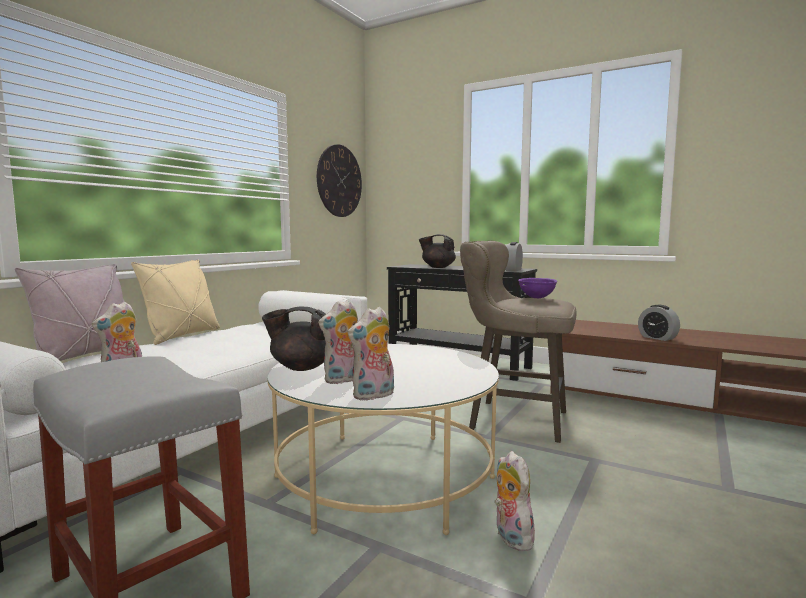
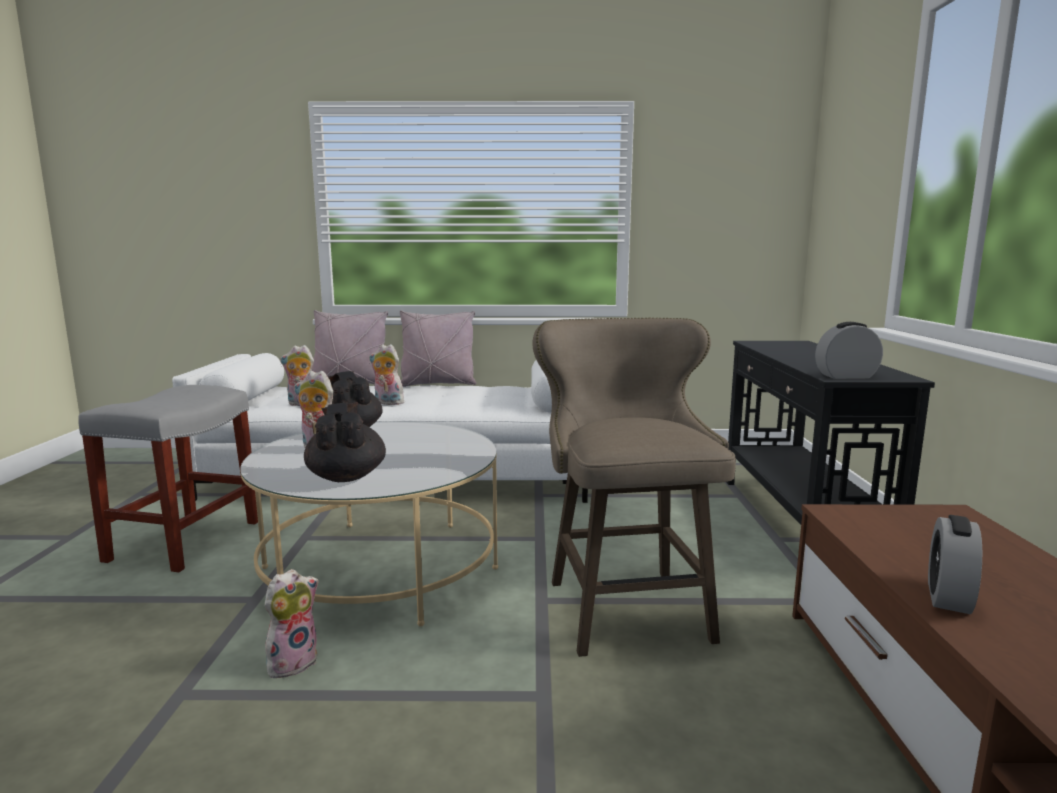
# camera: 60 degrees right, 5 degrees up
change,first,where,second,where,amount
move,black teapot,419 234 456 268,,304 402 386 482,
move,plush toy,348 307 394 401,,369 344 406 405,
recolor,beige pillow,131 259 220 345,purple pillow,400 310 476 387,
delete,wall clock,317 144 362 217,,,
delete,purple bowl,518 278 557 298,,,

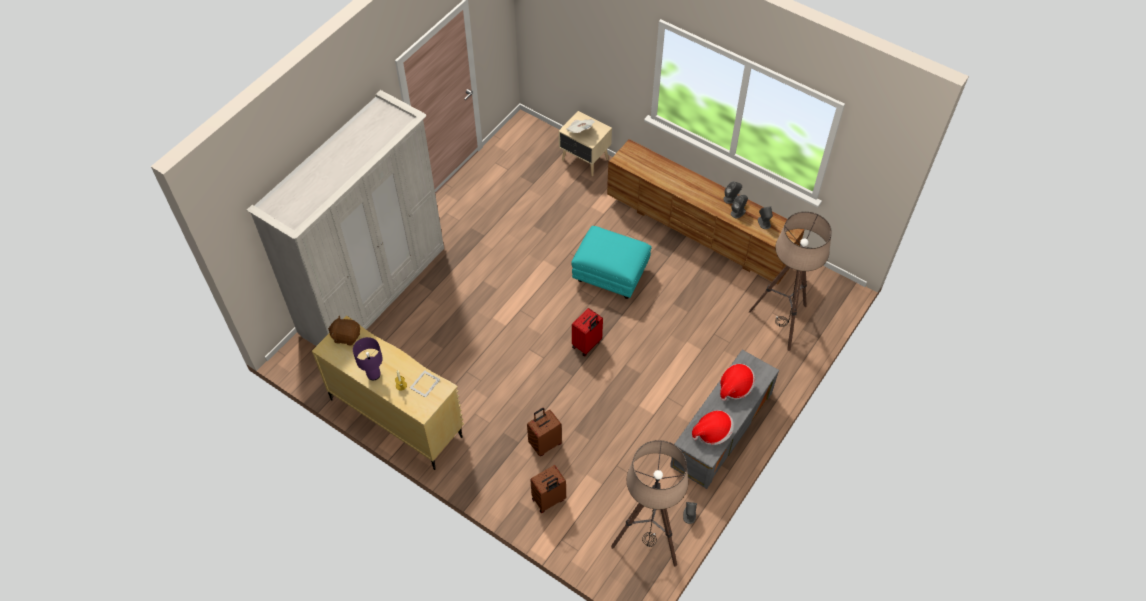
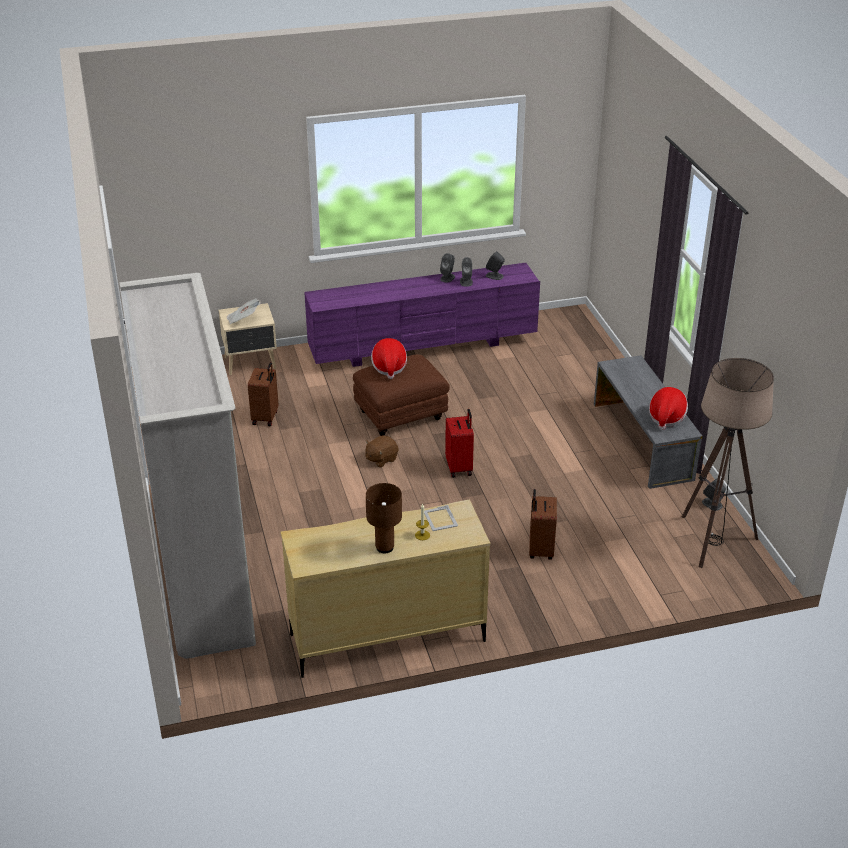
# camera: 50 degrees left, 20 degrees down
change,first,where,second,where,amount
move,brown suitcase,530 465 566 513,,248 362 279 426,
recolor,brown cabinet,607 139 805 285,purple cabinet,304 263 540 367,
recolor,turquoise ottoman,571 226 652 299,brown ottoman,353 354 450 436,
move,brown plush toy,328 316 360 346,,365 435 398 468,
recolor,purple table lamp,353 337 383 381,brown table lamp,366 483 402 553,
move,hat,720 364 755 401,,371 338 407 379,
delete,floor lamp,749 212 832 351,,,

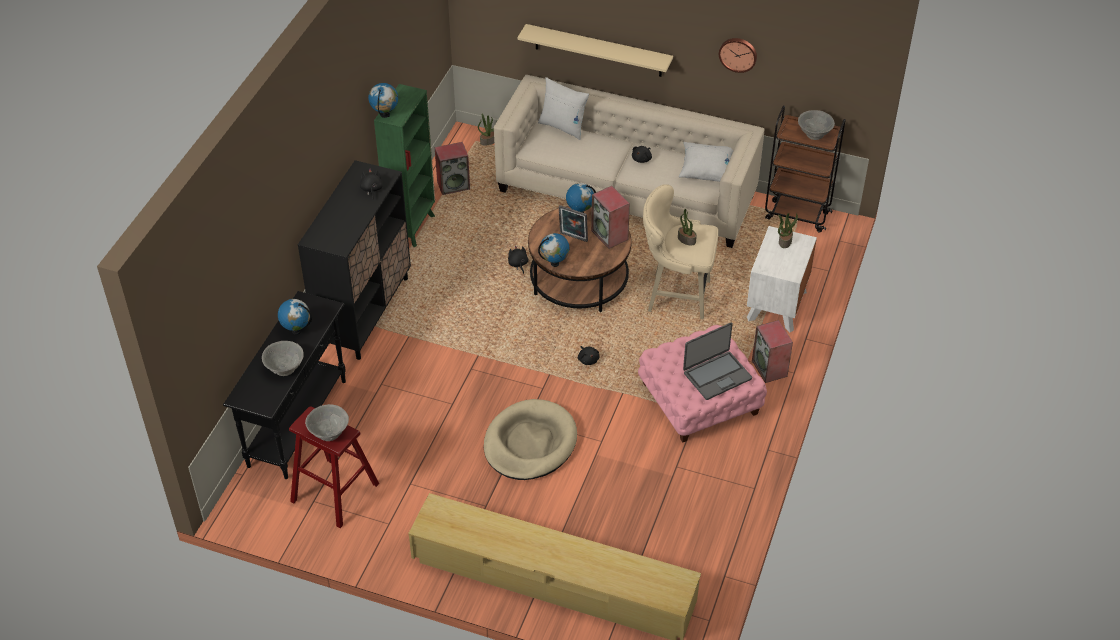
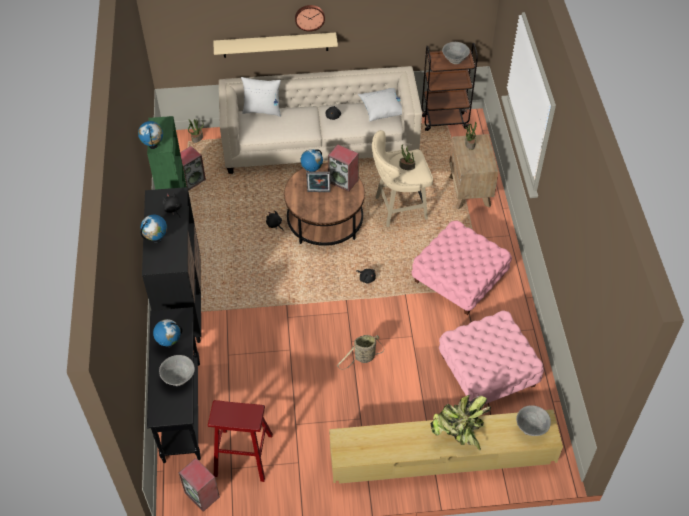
# camera: 25 degrees left, 5 degrees up
change,first,where,second,where,amount
move,globe,538 233 570 267,,141 214 167 243,
move,speaker,752 320 793 383,,179 458 220 512,
move,wall clock,719 38 757 73,,295 5 325 32,
replace,beige dog bed,484 399 577 480,basket,337 335 384 370,
insert,,,potted plant,431 395 491 450,
insert,,,pink ottoman,439 310 544 404,
recolor,white nightstand,747 226 817 332,brown nightstand,449 134 499 209,
move,grey bowl,305 404 349 441,,516 405 551 436,
delete,laptop,683 323 752 400,,,

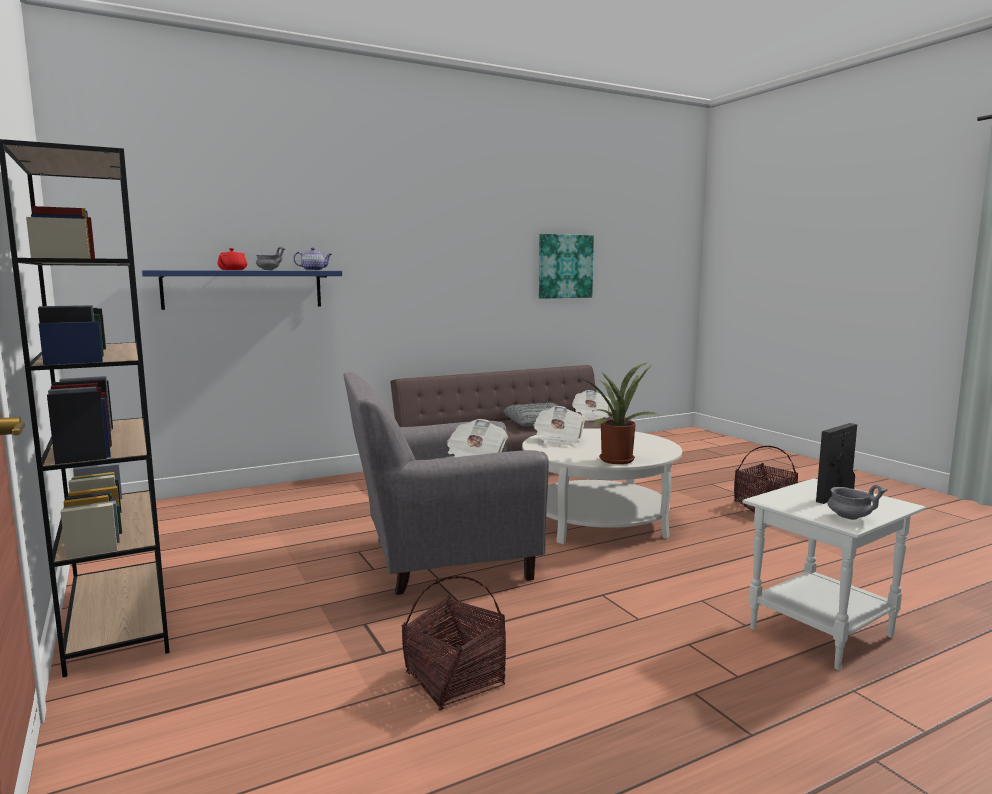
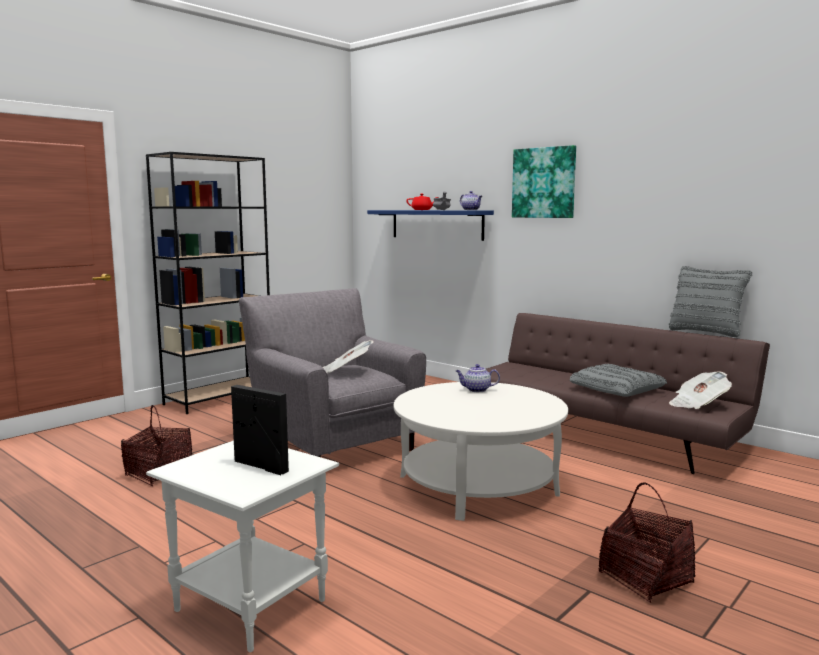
# camera: 70 degrees right, 0 degrees up
change,first,where,second,where,amount
replace,newspaper,533 406 585 447,teapot,456 364 500 392,
move,picture,539 234 594 299,,512 145 576 218,
insert,,,grey pillow,669 266 753 337,
delete,potted plant,572 363 658 464,,,
delete,grey bowl,828 485 888 520,,,

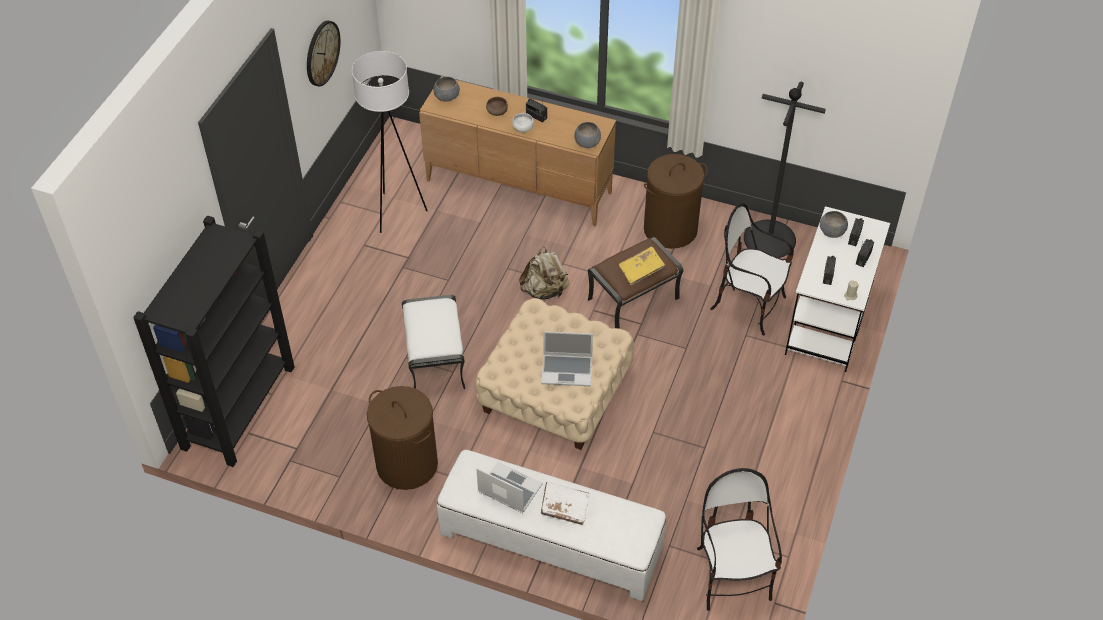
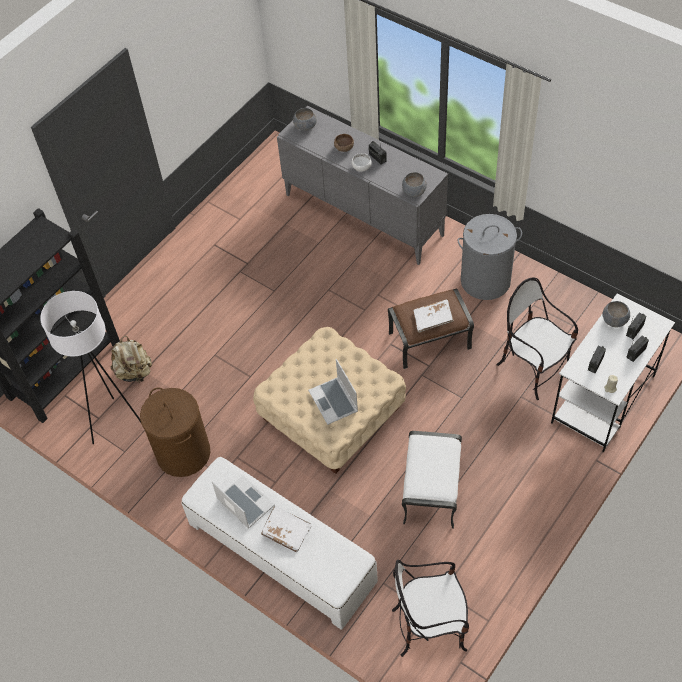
# camera: 20 degrees right, 5 degrees up
change,first,where,second,where,amount
move,white floor lamp,352 51 428 233,,40 291 141 444,
move,beige backpack,519 246 569 299,,110 336 152 383,
recolor,brown dresser,419 76 616 227,grey dresser,277 106 448 265,
rotate,laptop,541 331 593 386,,308 359 358 425,45 degrees clockwise
rotate,chair,697 468 782 611,,392 560 469 657,105 degrees counterclockwise
move,white ottoman,402 295 465 389,,402 431 462 529,
recolor,yellow book,619 247 665 286,white book,414 299 454 333,
recolor,brown laundry basket,644 154 708 249,grey laundry basket,458 214 522 300,
delete,wall clock,307 20 340 87,,,
delete,black clothes rack,744 82 826 258,,,

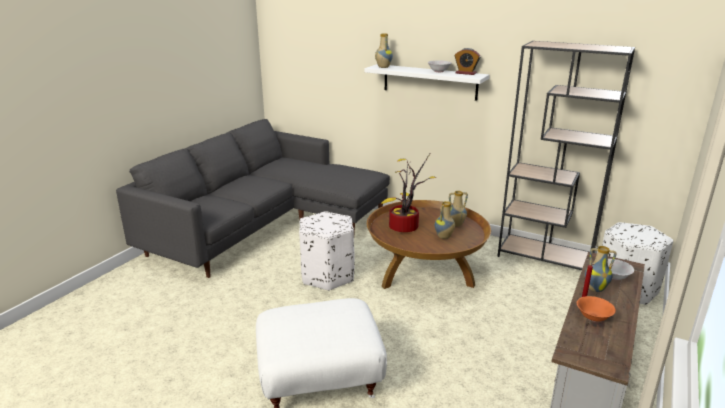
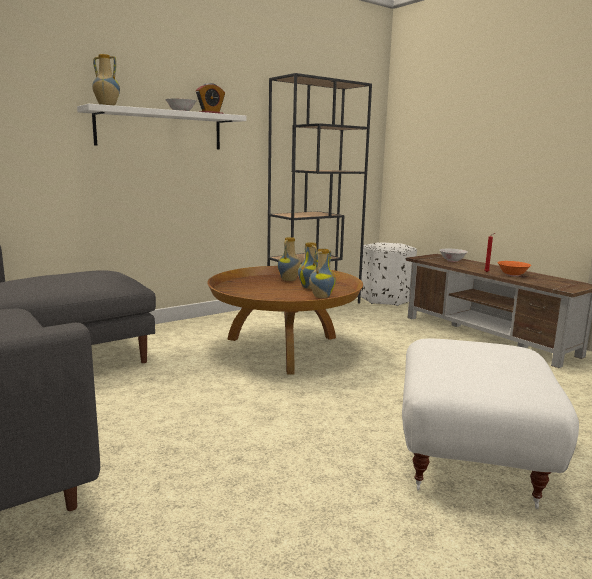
# camera: 65 degrees left, 10 degrees down
change,first,where,second,where,amount
move,vase,585 246 617 292,,309 249 336 298,
delete,white ottoman,299 211 355 291,,,
delete,potted plant,381 154 436 232,,,

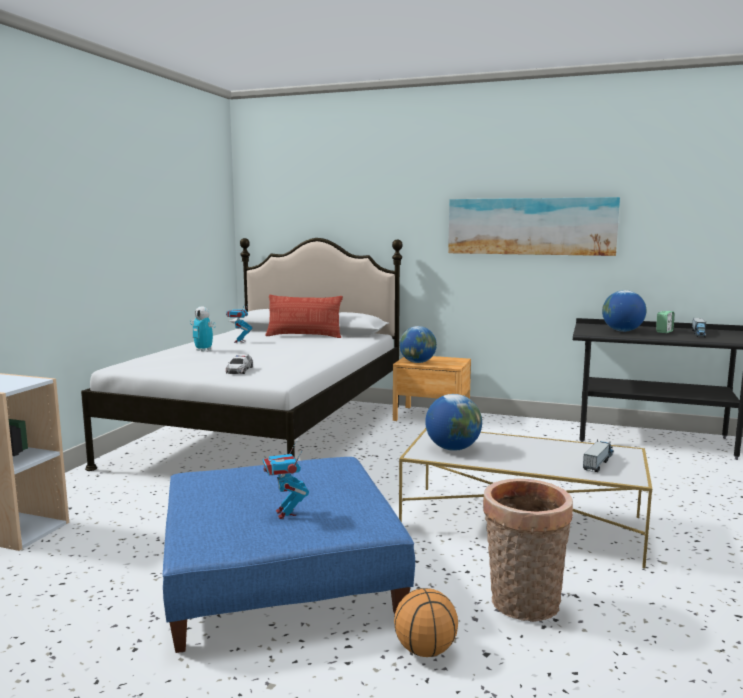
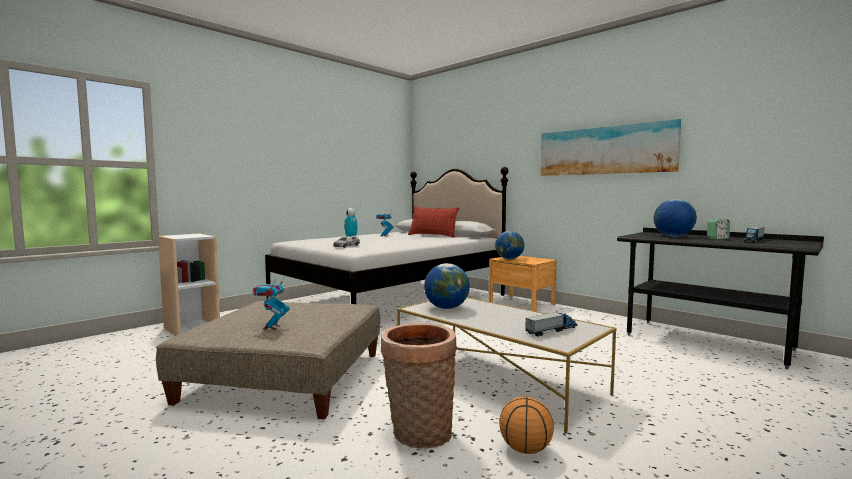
# camera: 25 degrees right, 5 degrees down
change,first,where,second,where,amount
recolor,blue ottoman,163 457 415 653,beige ottoman,156 301 380 419,
move,basketball,394 588 458 657,,499 396 554 454,

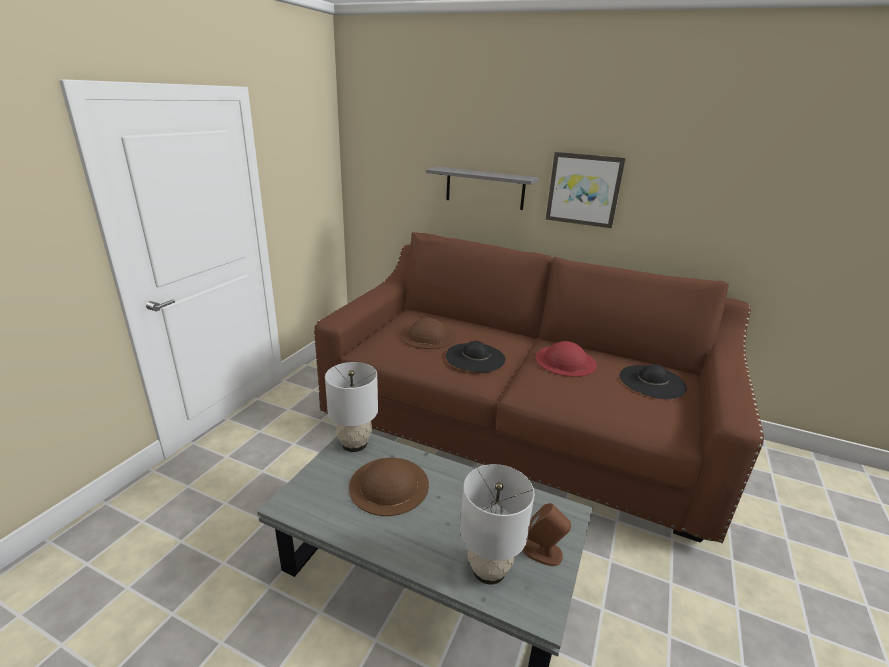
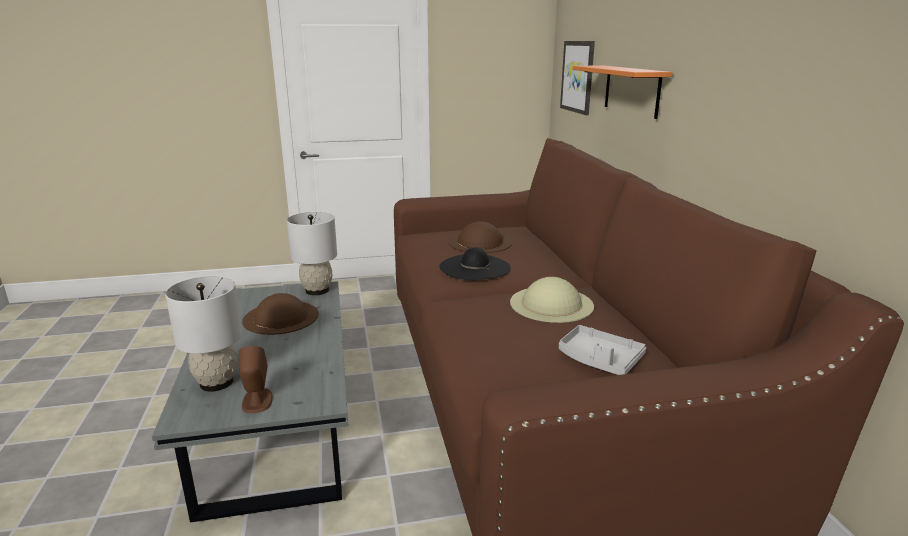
# camera: 55 degrees right, 5 degrees down
change,first,where,second,where,amount
recolor,red hat,535 341 597 377,beige hat,510 277 594 323,
replace,black hat,620 364 687 399,grey tray,559 325 646 375,
move,picture,546 152 626 228,,560 41 595 115,
recolor,grey shelf,426 167 539 210,orange shelf,572 65 672 119,

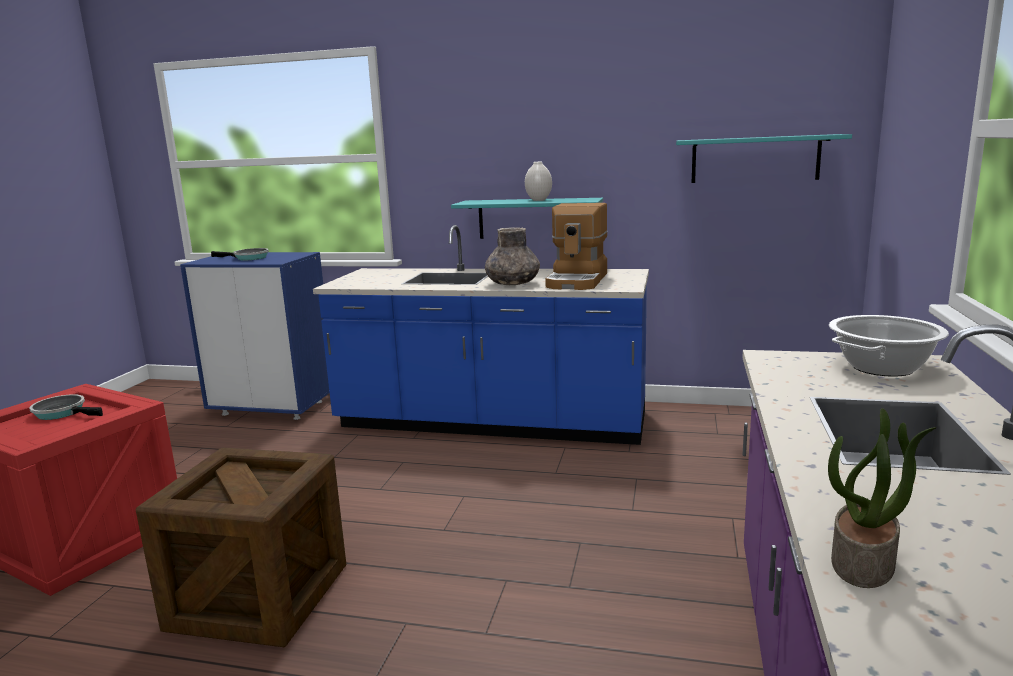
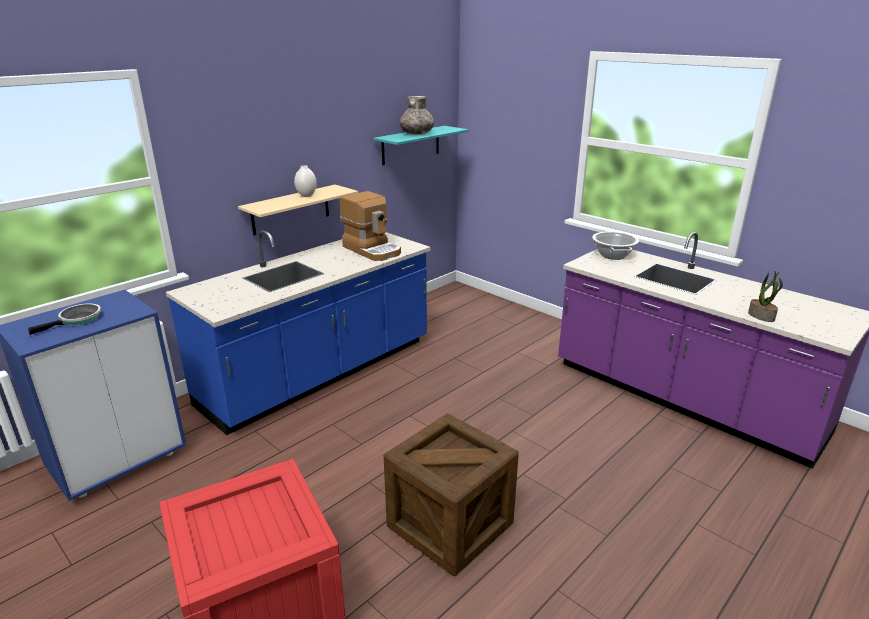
# camera: 60 degrees left, 10 degrees up
change,first,where,second,where,amount
recolor,turquoise shelf,451 198 603 239,beige shelf,238 185 358 235,
move,grey vase,485 227 540 285,,399 96 434 134,
delete,frying pan,29 394 103 420,,,

